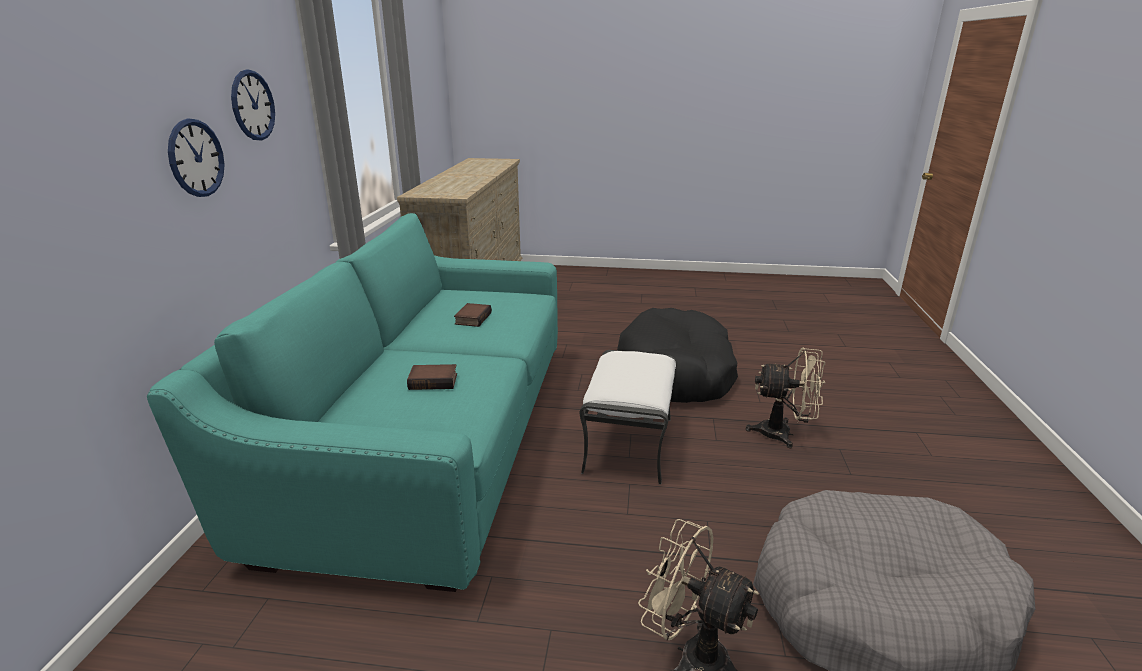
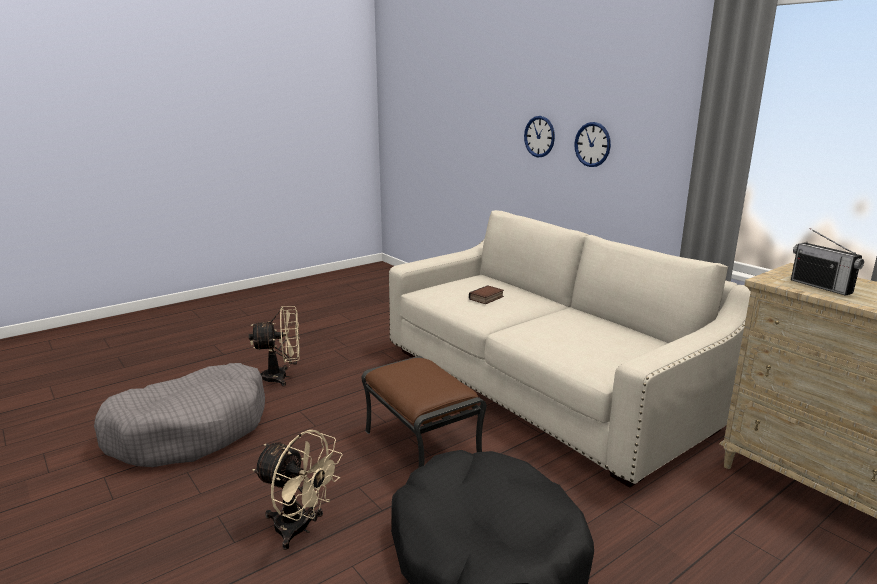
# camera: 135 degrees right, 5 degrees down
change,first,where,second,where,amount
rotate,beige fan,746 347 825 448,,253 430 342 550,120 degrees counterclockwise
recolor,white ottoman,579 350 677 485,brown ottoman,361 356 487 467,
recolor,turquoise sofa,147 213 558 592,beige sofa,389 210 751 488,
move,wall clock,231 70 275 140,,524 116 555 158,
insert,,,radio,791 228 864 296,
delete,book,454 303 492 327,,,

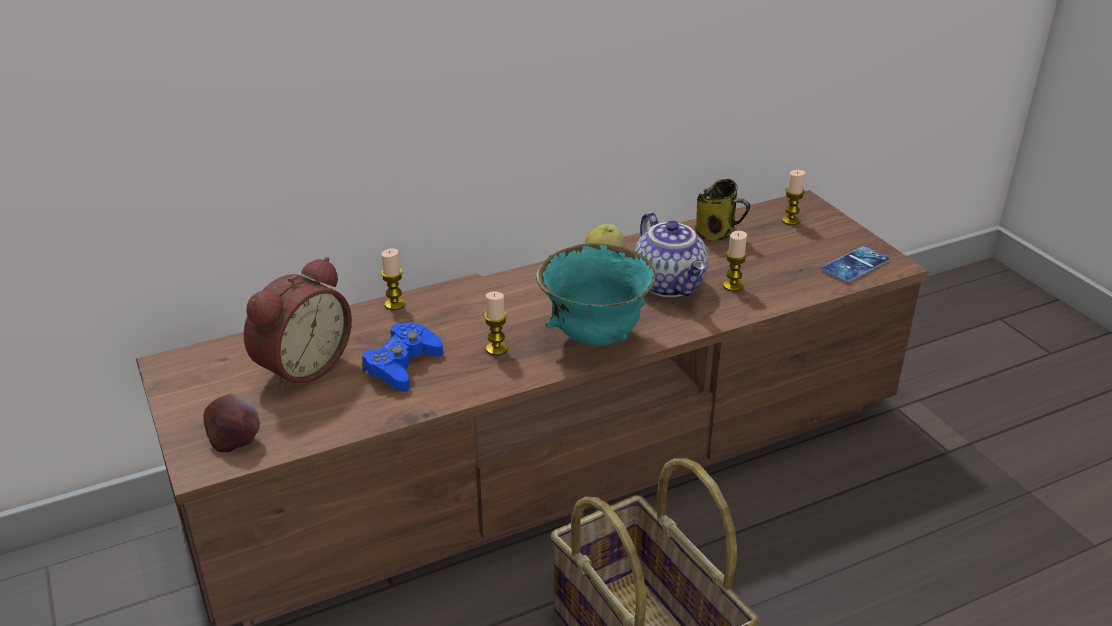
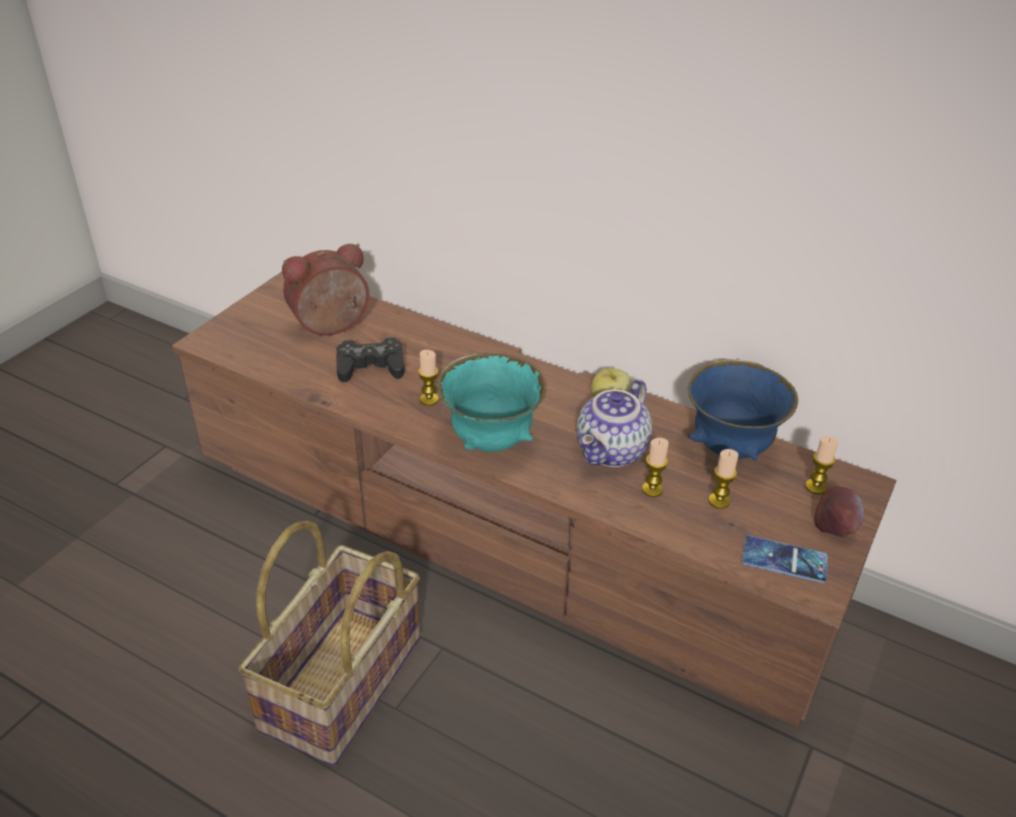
# camera: 55 degrees right, 5 degrees up
change,first,where,second,where,amount
rotate,alarm clock,244 257 352 391,,282 243 370 336,150 degrees clockwise
recolor,blue game controller,362 322 443 392,black game controller,336 337 405 382,
replace,mug,695 179 750 241,blue bowl,688 359 798 461,
move,candle,381 248 405 310,,708 449 739 509,
move,apple,203 393 260 452,,814 486 865 537,

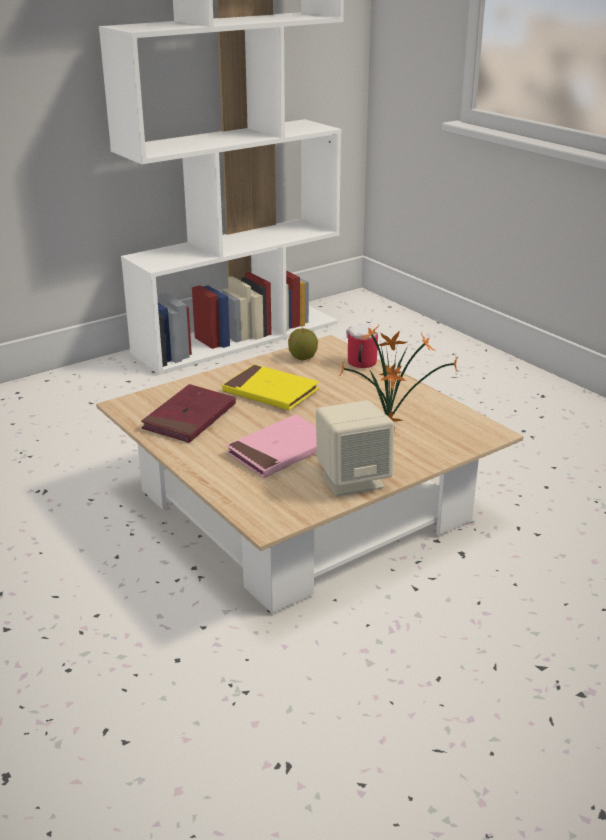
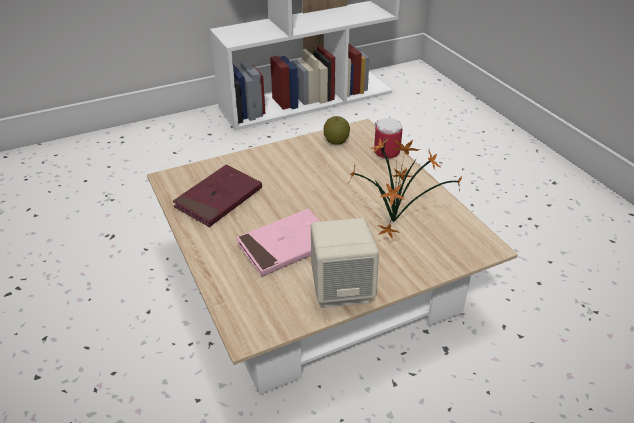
# camera: 10 degrees right, 10 degrees up
change,first,where,second,where,amount
delete,yellow book,222 364 319 410,,,

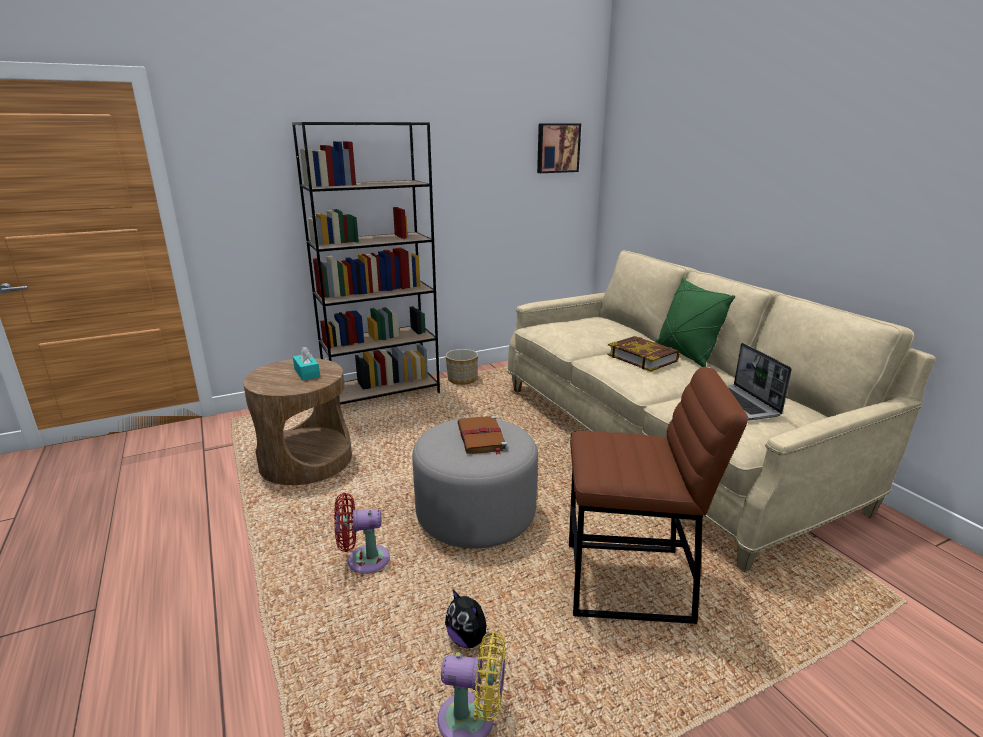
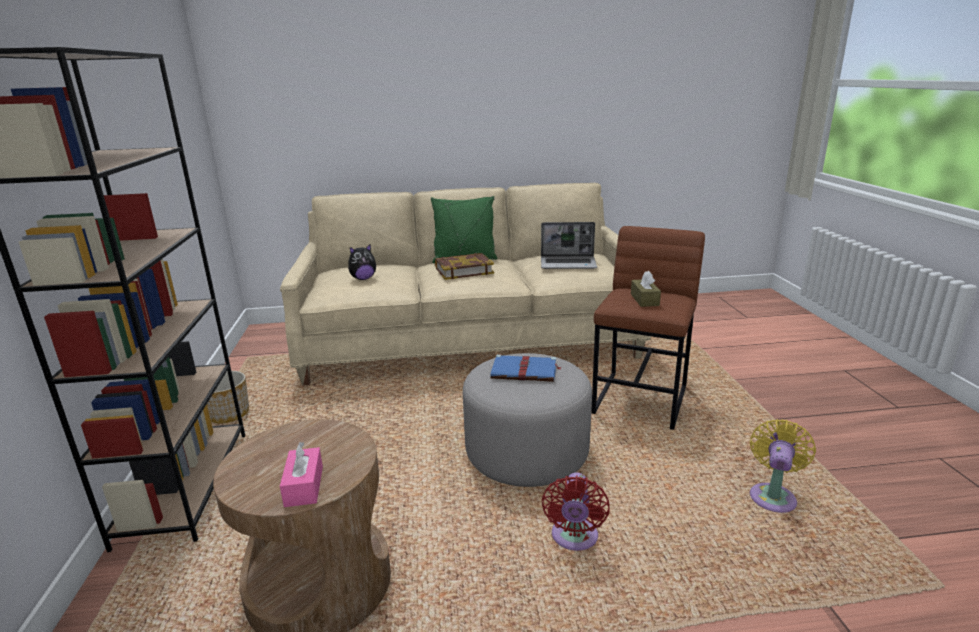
# camera: 70 degrees left, 0 degrees up
change,first,where,second,where,amount
insert,,,pink tissue box,280 442 323 507,
move,plush toy,445 590 492 648,,348 244 376 280,
recolor,brown book,458 416 507 455,blue book,490 354 562 382,
insert,,,brown tissue box,631 271 661 307,
delete,turquoise tissue box,293 347 320 380,,,
delete,picture,537 123 581 173,,,

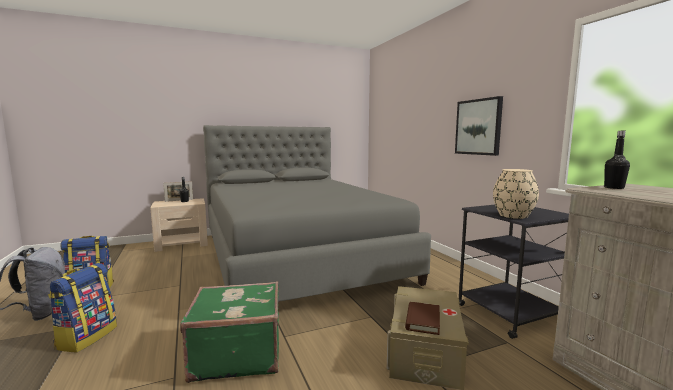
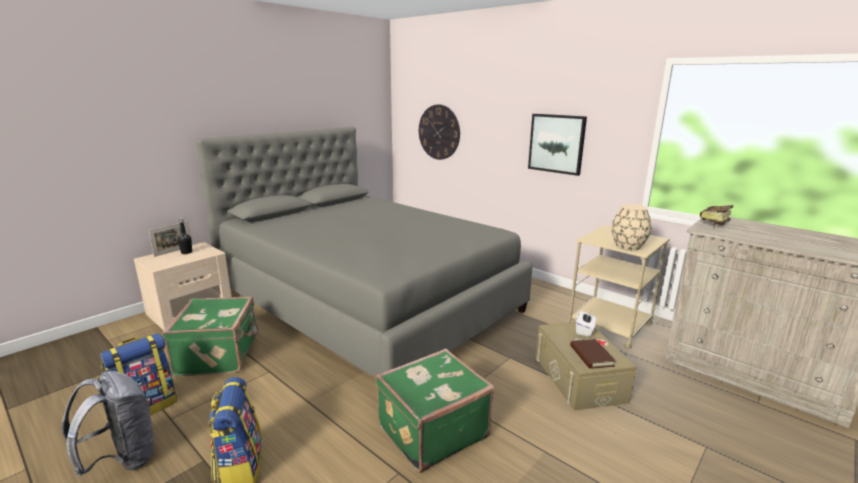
# camera: 25 degrees left, 10 degrees up
change,first,where,second,where,amount
insert,,,green suitcase,162 297 259 376,
insert,,,wall clock,419 105 460 160,
recolor,black cart,459 205 569 339,beige cart,568 225 670 350,
insert,,,white tissue box,576 311 596 337,
replace,black bottle,604 131 630 189,book,700 205 734 229,

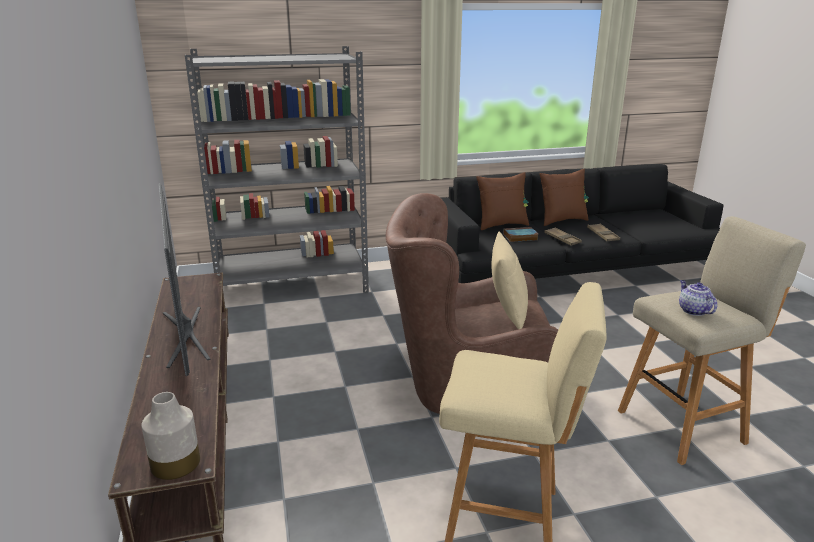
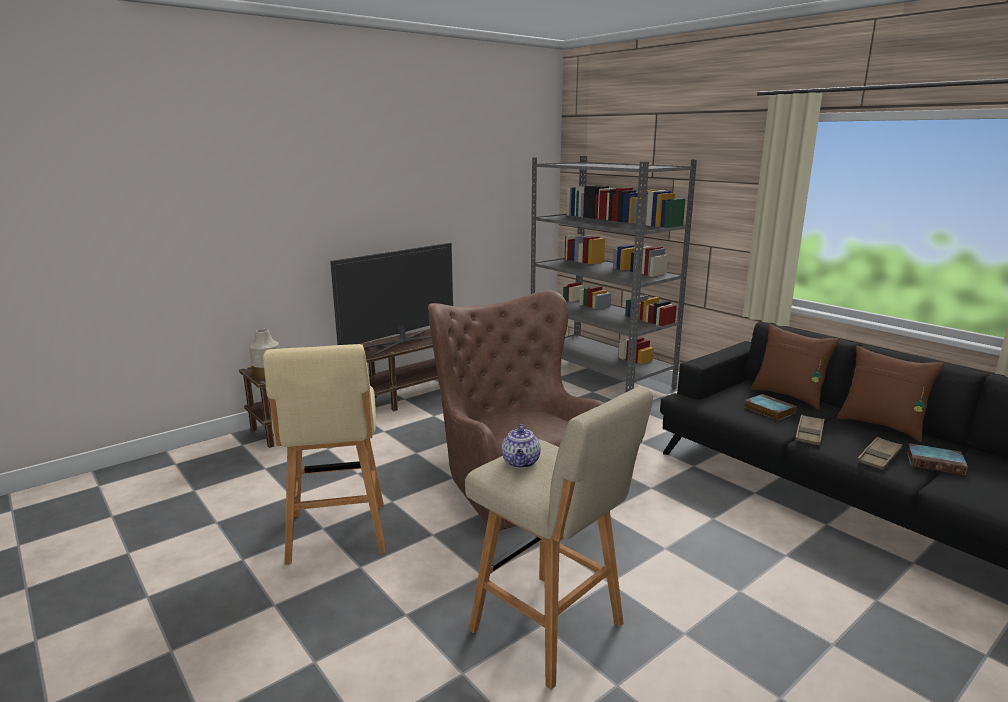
# camera: 65 degrees right, 5 degrees down
change,first,where,second,where,amount
rotate,teapot,679 280 717 316,,502 424 541 468,135 degrees clockwise
insert,,,book,907 443 968 476,
delete,beige pillow,491 232 528 329,,,

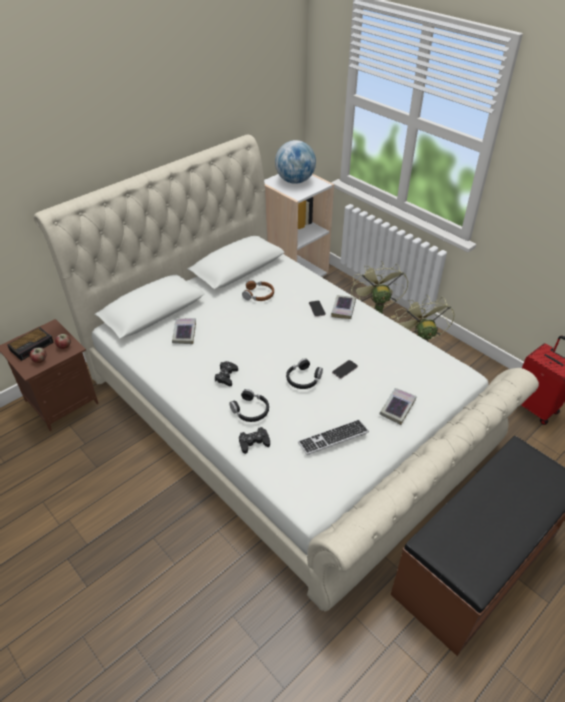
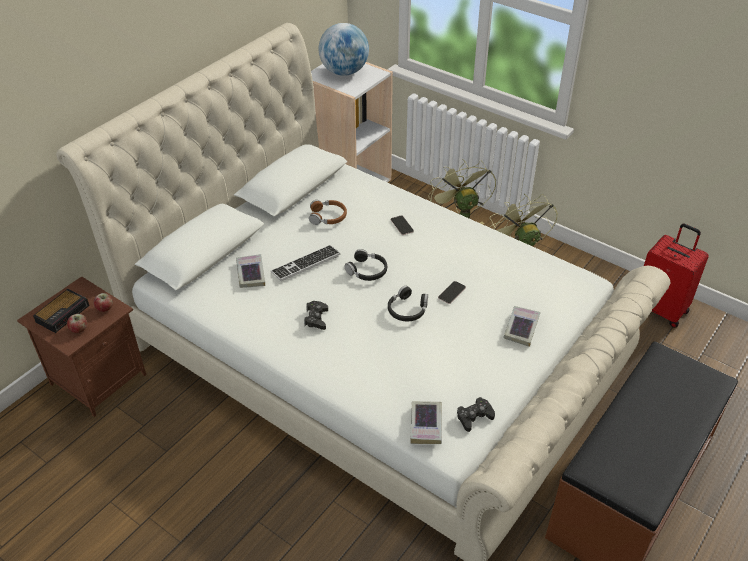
# camera: 10 degrees left, 0 degrees up
change,first,where,second,where,amount
move,keyboard,298 420 369 455,,271 245 340 281,
move,black headphones,229 389 269 422,,344 249 387 281,
move,book,331 295 356 319,,410 401 442 444,
move,black game controller,239 427 270 454,,457 397 495 432,

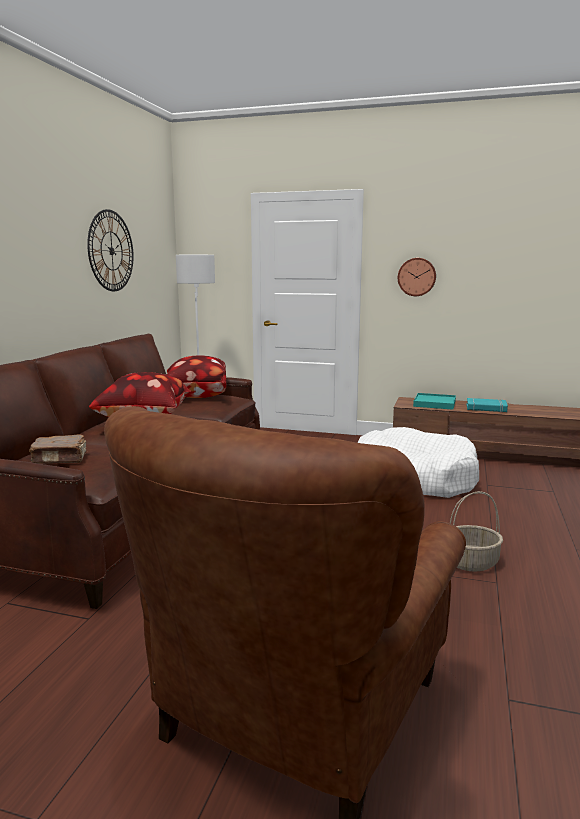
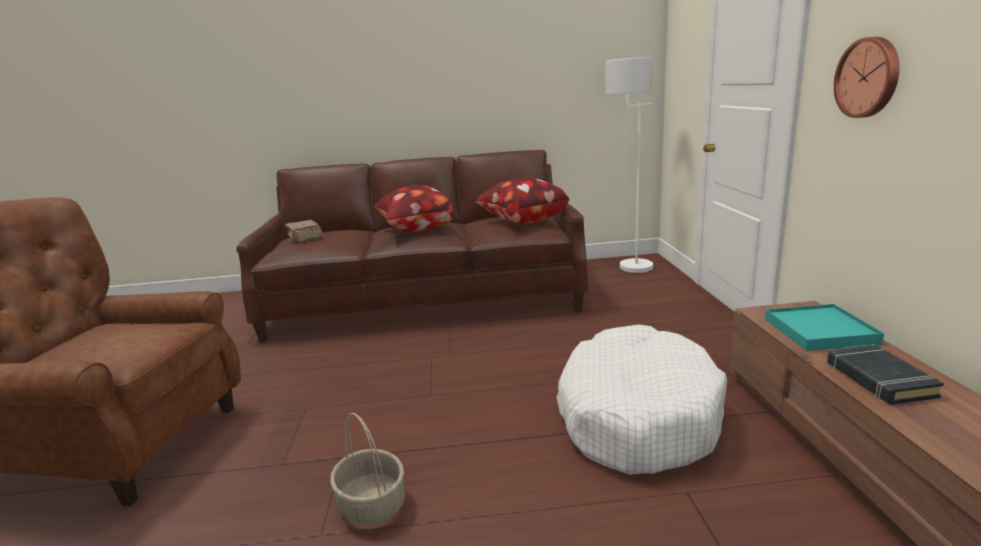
# camera: 70 degrees right, 5 degrees up
change,first,where,second,where,amount
recolor,turquoise book,467 398 508 412,black book,827 344 944 405,
delete,wall clock,87 209 134 291,,,

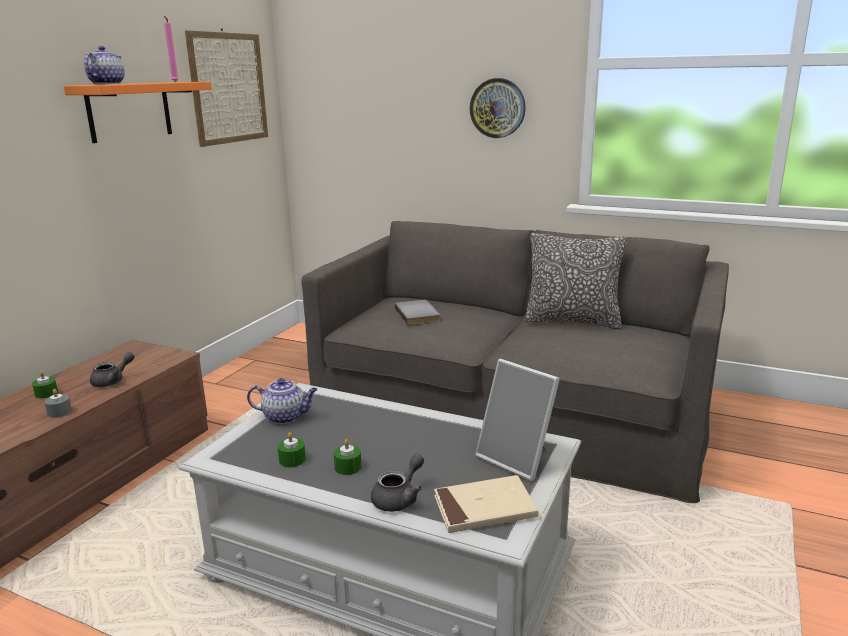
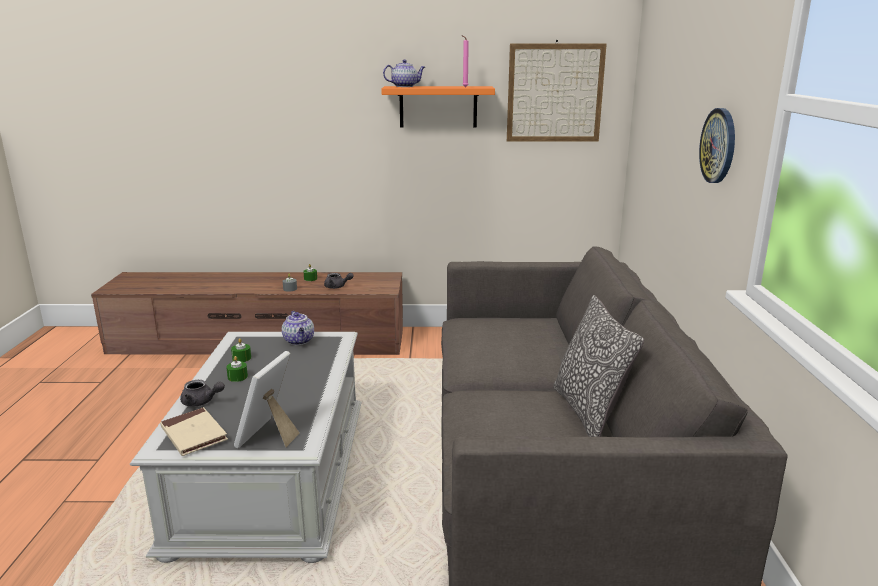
# camera: 65 degrees right, 0 degrees up
change,first,where,second,where,amount
delete,grey book,395 299 440 325,,,

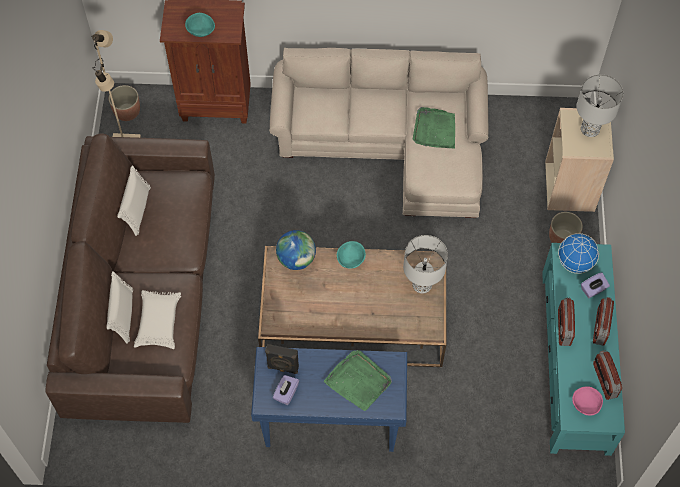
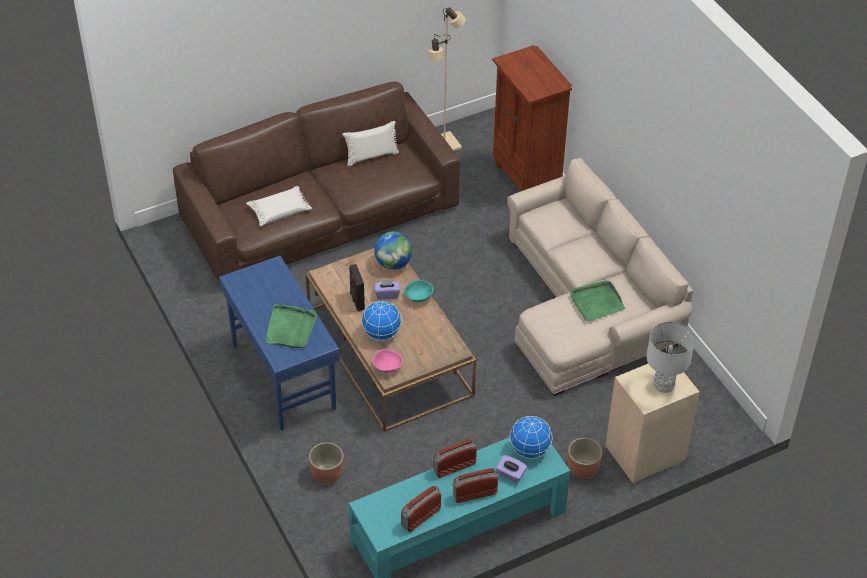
# camera: 60 degrees right, 15 degrees down
change,first,where,second,where,amount
move,planter,109 85 140 121,,309 442 343 484,
move,black speaker,265 344 299 374,,349 264 365 312,
insert,,,globe,361 301 402 340,
move,pink bowl,572 386 603 415,,373 349 403 373,
move,purple tissue box,273 375 299 405,,375 279 400 299,
delete,white pillow,106 271 133 344,,,
delete,turquoise bowl,185 13 215 37,,,
delete,white table lamp,403 235 448 294,,,

